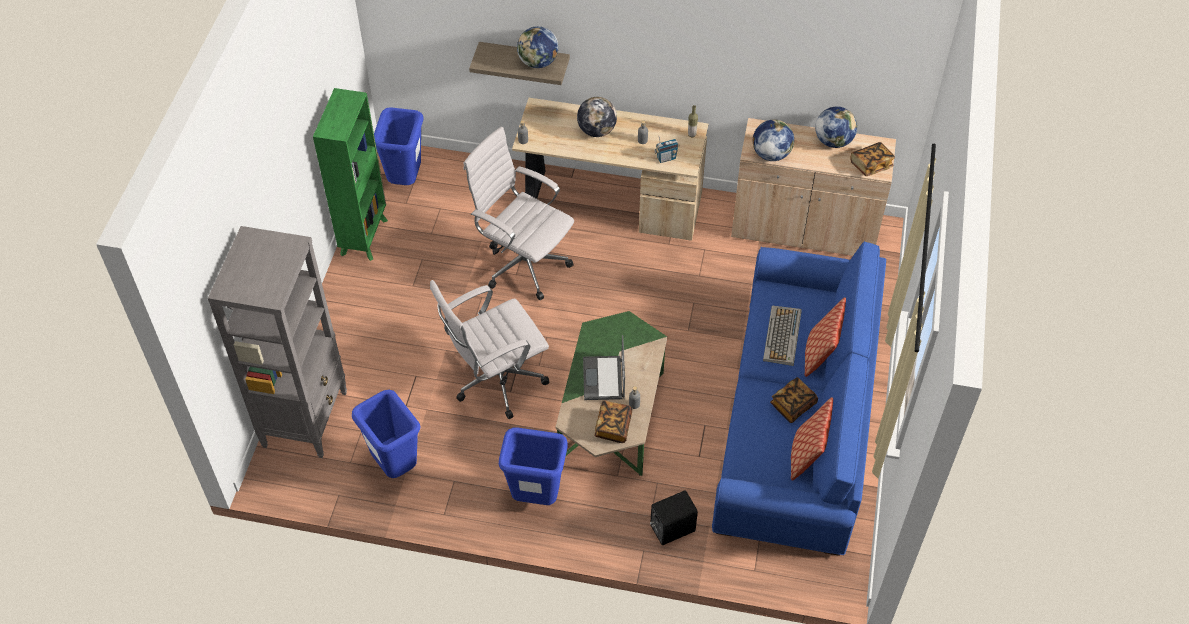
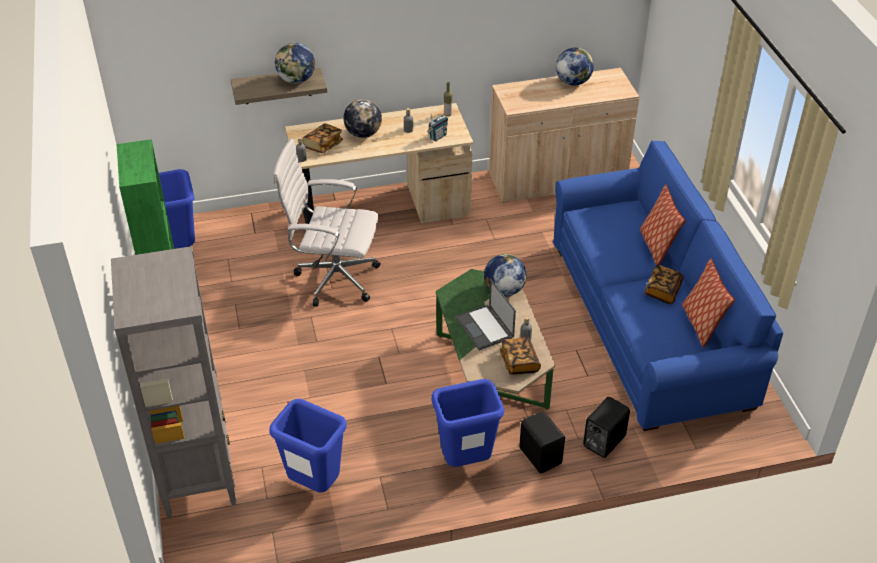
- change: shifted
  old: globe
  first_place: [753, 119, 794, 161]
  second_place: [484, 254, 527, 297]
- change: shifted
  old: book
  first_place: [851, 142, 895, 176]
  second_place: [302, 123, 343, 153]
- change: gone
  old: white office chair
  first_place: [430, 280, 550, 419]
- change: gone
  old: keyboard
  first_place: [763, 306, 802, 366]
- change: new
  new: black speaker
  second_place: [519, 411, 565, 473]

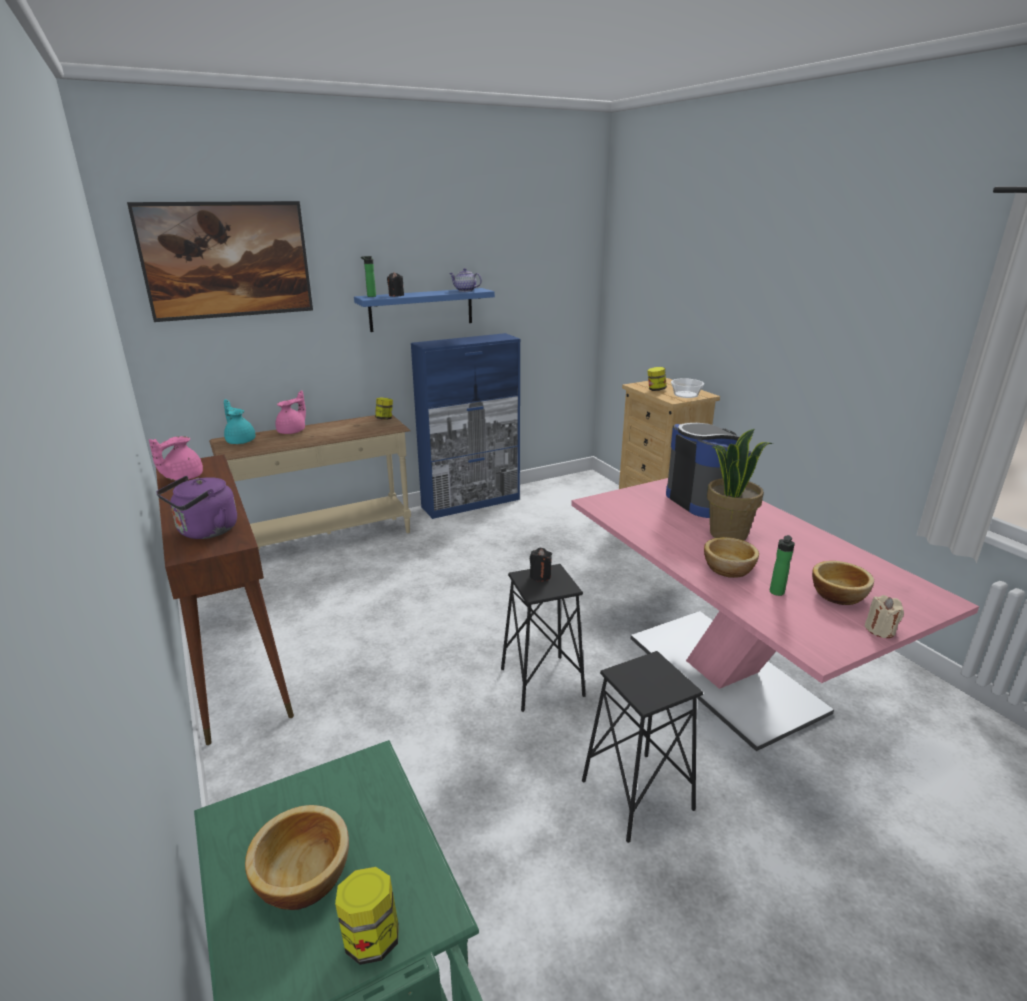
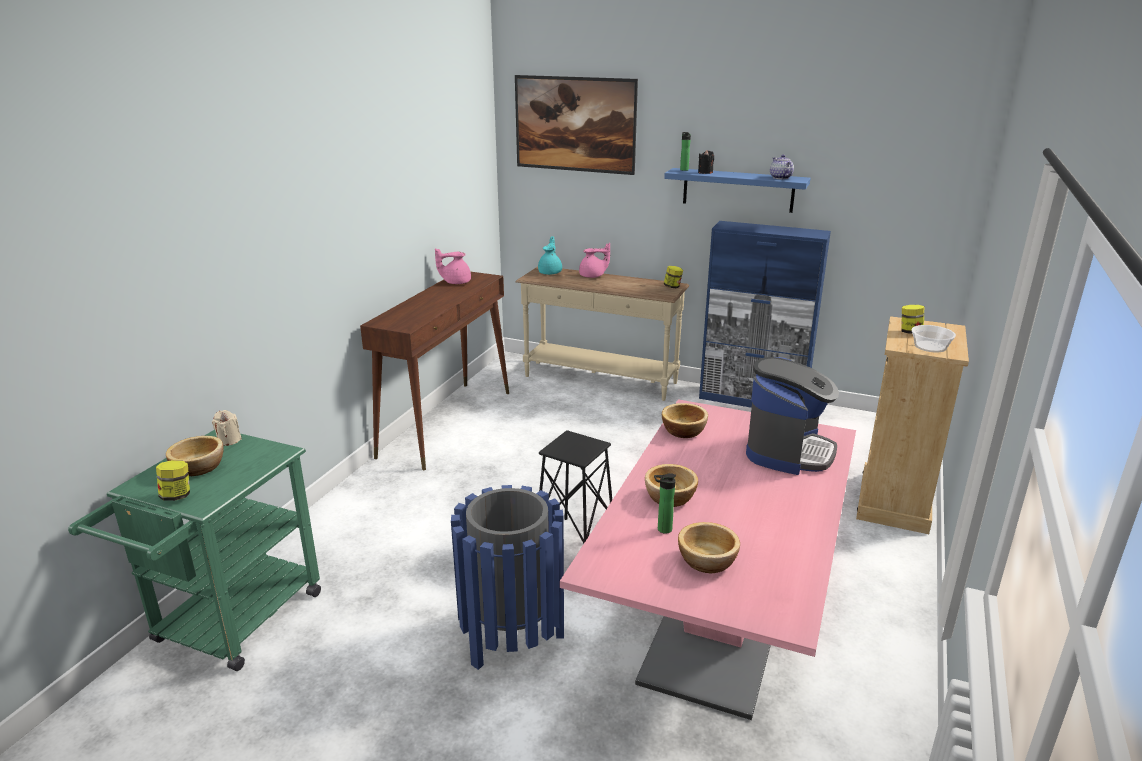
- change: gone
  old: potted plant
  first_place: [707, 429, 773, 541]
- change: gone
  old: purple kettle
  first_place: [156, 476, 237, 539]
- change: gone
  old: black candle
  first_place: [530, 548, 552, 582]
- change: shifted
  old: beige candle
  first_place: [865, 595, 904, 638]
  second_place: [212, 410, 242, 446]
- change: swapped
  old: black stool
  new: blue trash can
  first_place: [582, 651, 703, 843]
  second_place: [451, 485, 564, 670]
- change: new
  new: bowl
  second_place: [662, 403, 708, 438]

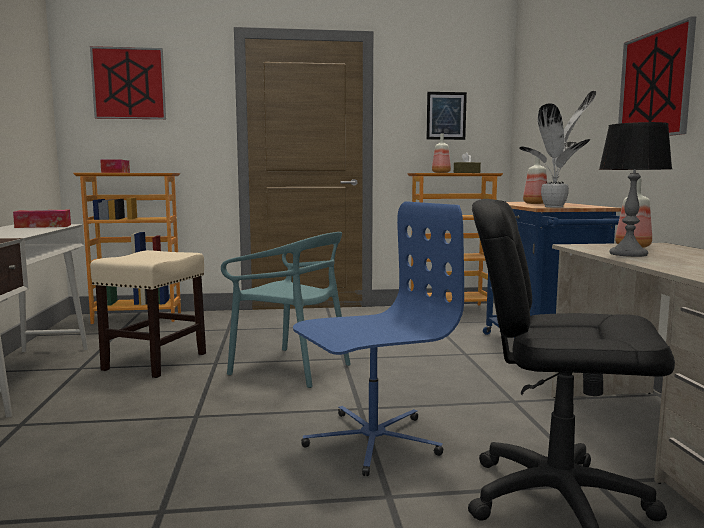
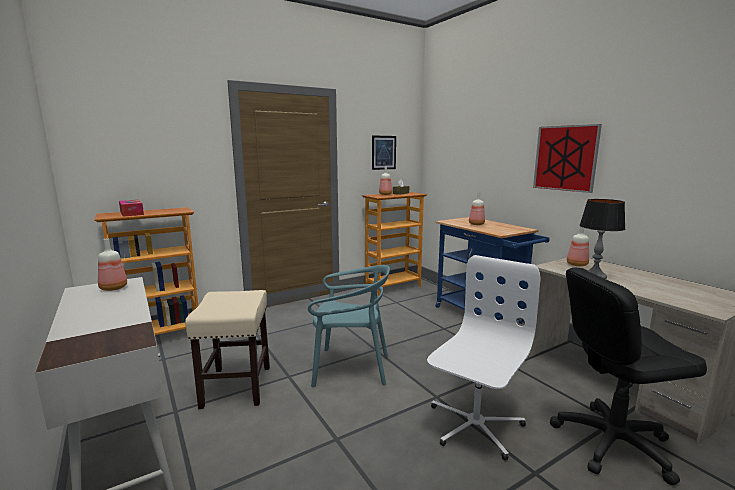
- change: gone
  old: picture
  first_place: [90, 46, 166, 119]
- change: gone
  old: potted plant
  first_place: [519, 91, 596, 208]
- change: repainted
  old: blue office chair
  new: white office chair
  first_place: [293, 201, 464, 476]
  second_place: [427, 255, 540, 460]
- change: swapped
  old: tissue box
  new: bottle
  first_place: [13, 210, 71, 228]
  second_place: [98, 238, 127, 291]

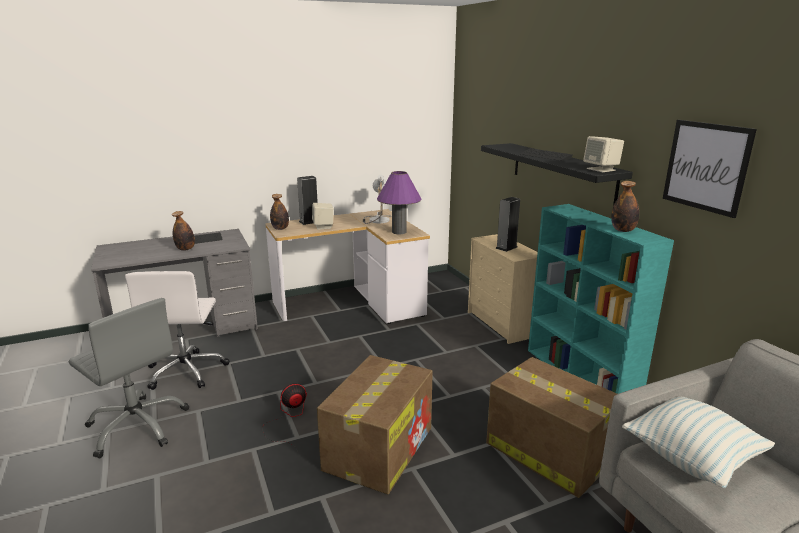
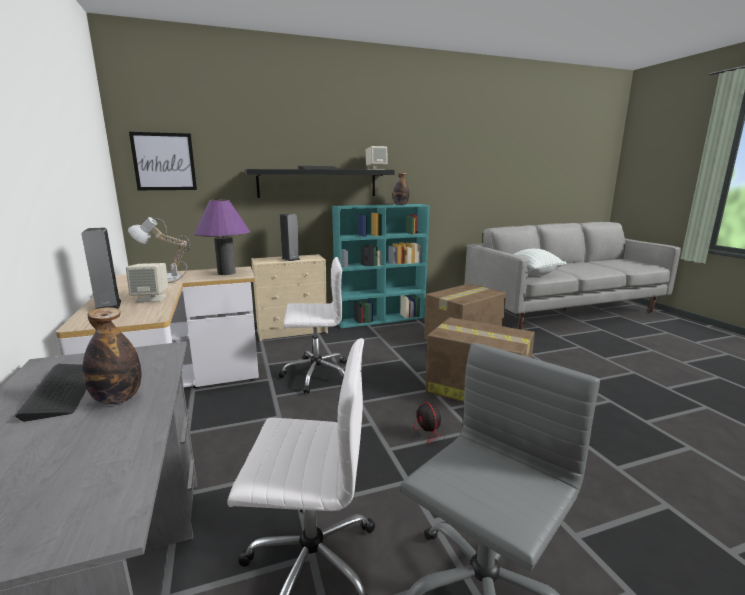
- change: shifted
  old: picture
  first_place: [663, 120, 757, 218]
  second_place: [129, 132, 197, 190]
- change: gone
  old: bottle
  first_place: [270, 194, 289, 230]
- change: new
  new: white office chair
  second_place: [278, 257, 347, 394]

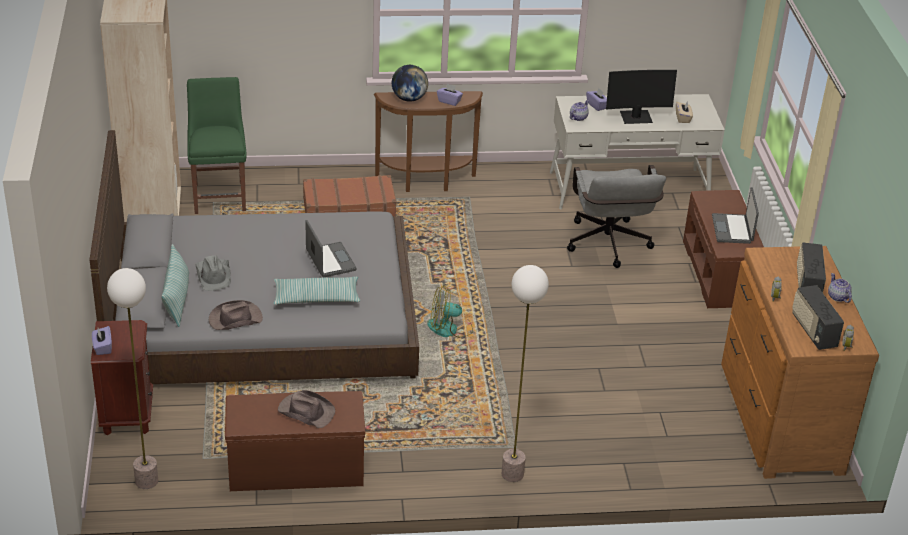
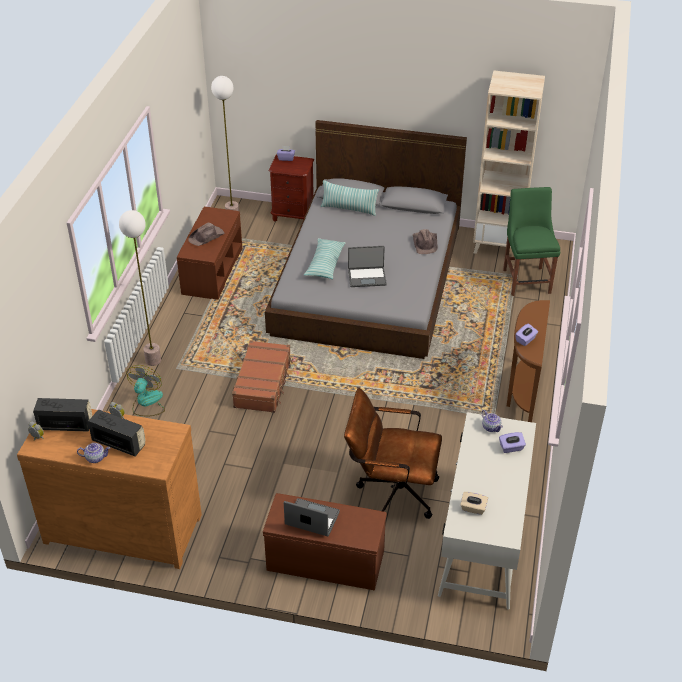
- change: gone
  old: globe
  first_place: [392, 65, 428, 102]
- change: gone
  old: monitor
  first_place: [606, 70, 677, 124]
- change: rotated
  old: green chair
  first_place: [187, 77, 246, 214]
  second_place: [503, 187, 560, 296]
  degrees: -105
- change: repainted
  old: grey office chair
  new: brown office chair
  first_place: [567, 165, 666, 268]
  second_place: [344, 388, 442, 519]
- change: shifted
  old: brown suitcase
  first_place: [303, 175, 397, 216]
  second_place: [232, 340, 293, 413]
- change: gone
  old: grey hat
  first_place: [196, 255, 231, 291]
- change: shifted
  old: fan
  first_place: [427, 285, 473, 338]
  second_place: [127, 365, 165, 417]
- change: shifted
  old: brown hat
  first_place: [209, 300, 263, 330]
  second_place: [413, 229, 437, 254]

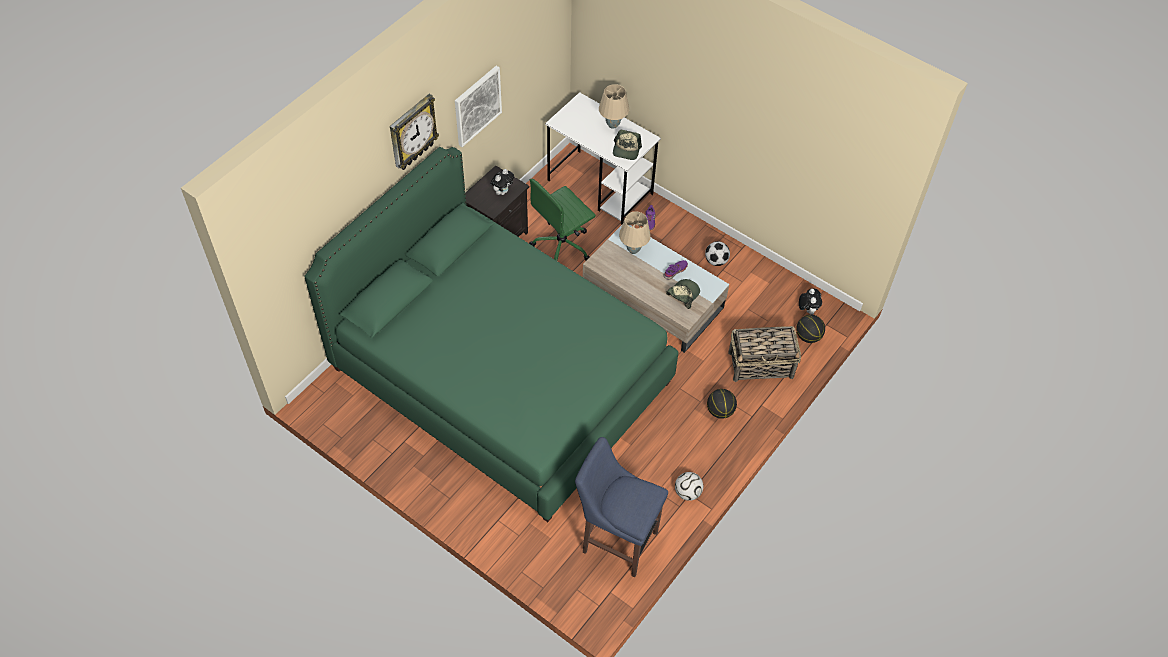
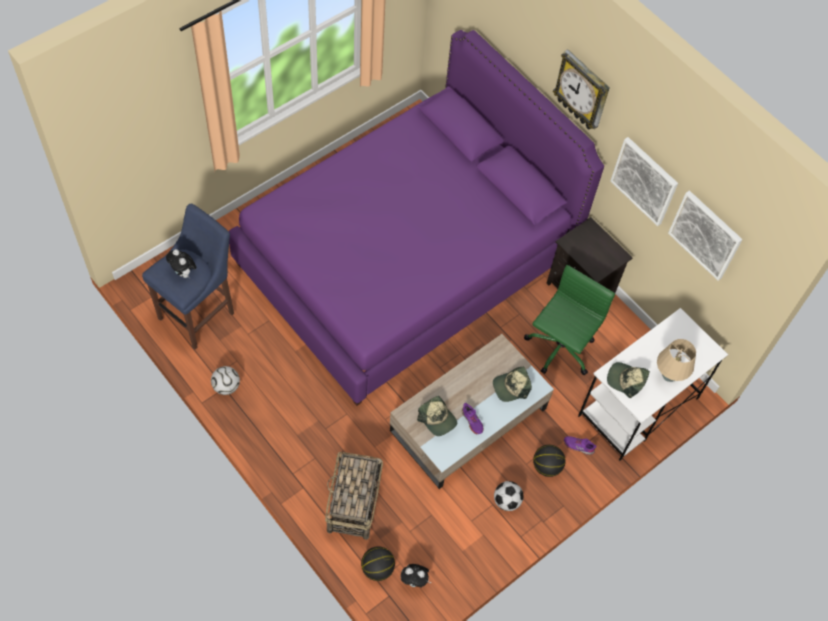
- change: repainted
  old: green bed
  new: purple bed
  first_place: [304, 147, 679, 522]
  second_place: [229, 30, 604, 406]
- change: shifted
  old: plush toy
  first_place: [491, 169, 514, 195]
  second_place: [166, 249, 196, 279]
- change: rotated
  old: green office chair
  first_place: [529, 179, 596, 261]
  second_place: [524, 265, 615, 375]
  degrees: 60
- change: swapped
  old: beige table lamp
  new: cap
  first_place: [619, 211, 651, 254]
  second_place: [493, 367, 532, 402]
- change: shifted
  old: basketball
  first_place: [707, 389, 737, 419]
  second_place: [533, 445, 566, 477]
- change: new
  new: picture
  second_place: [668, 190, 743, 281]

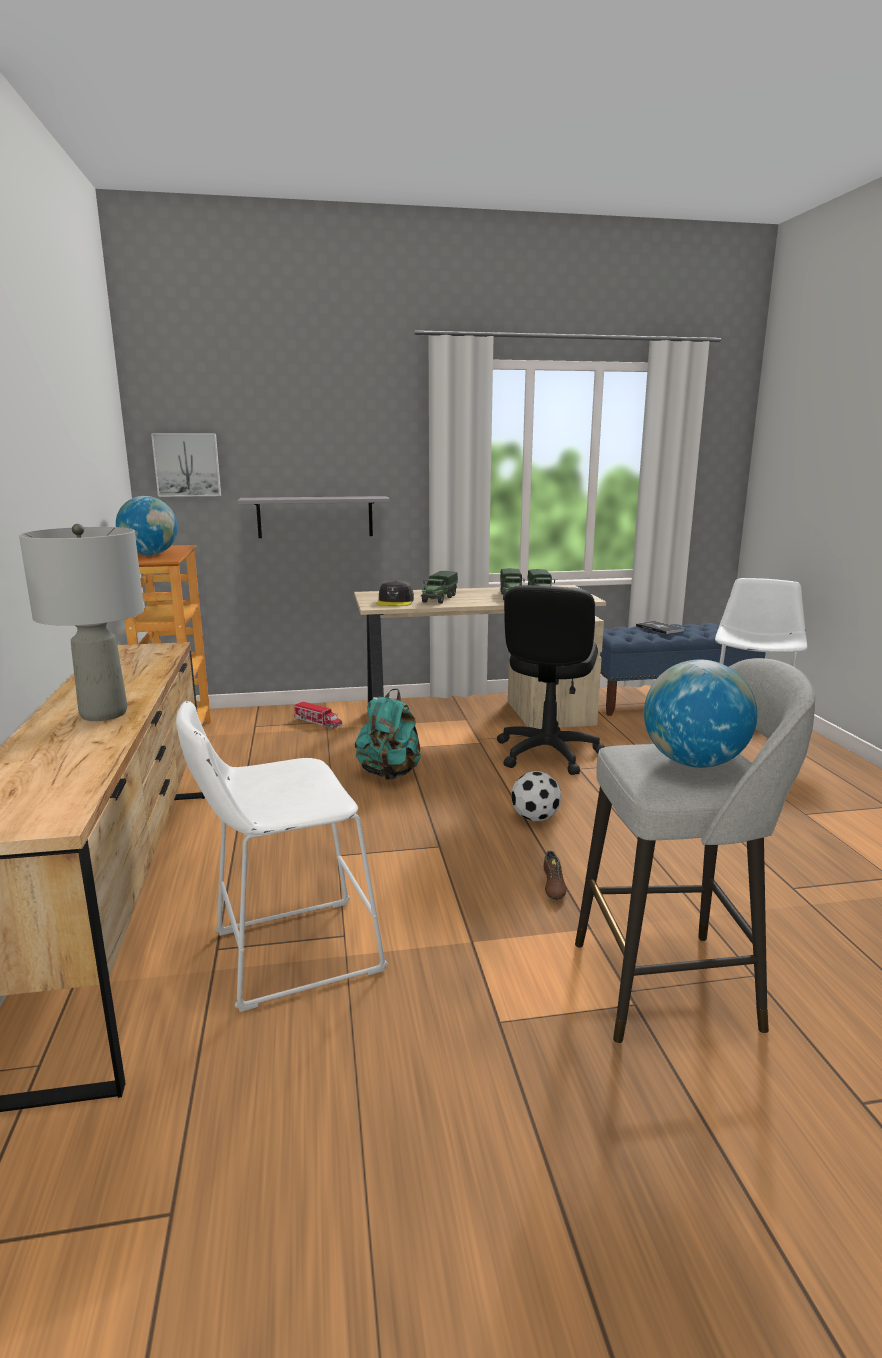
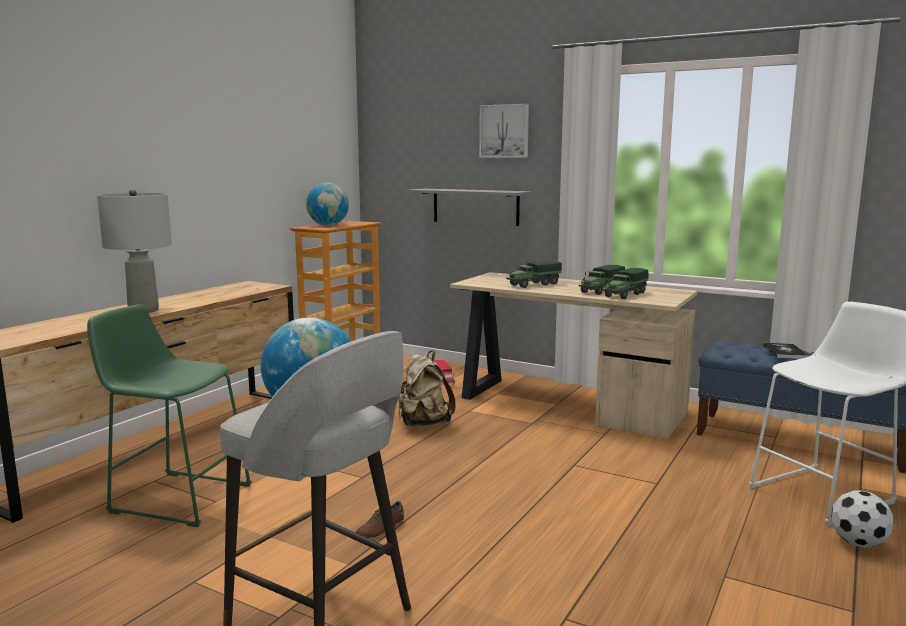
- change: shifted
  old: picture
  first_place: [151, 433, 221, 497]
  second_place: [479, 104, 529, 157]
- change: gone
  old: grey cap
  first_place: [376, 580, 414, 606]
- change: gone
  old: black office chair
  first_place: [497, 585, 605, 775]
- change: repainted
  old: turquoise backpack
  new: beige backpack
  first_place: [355, 688, 421, 780]
  second_place: [398, 350, 456, 427]
- change: repainted
  old: white stool
  new: green stool
  first_place: [176, 701, 388, 1012]
  second_place: [87, 304, 252, 527]
- change: shifted
  old: football
  first_place: [511, 771, 561, 821]
  second_place: [831, 490, 894, 547]

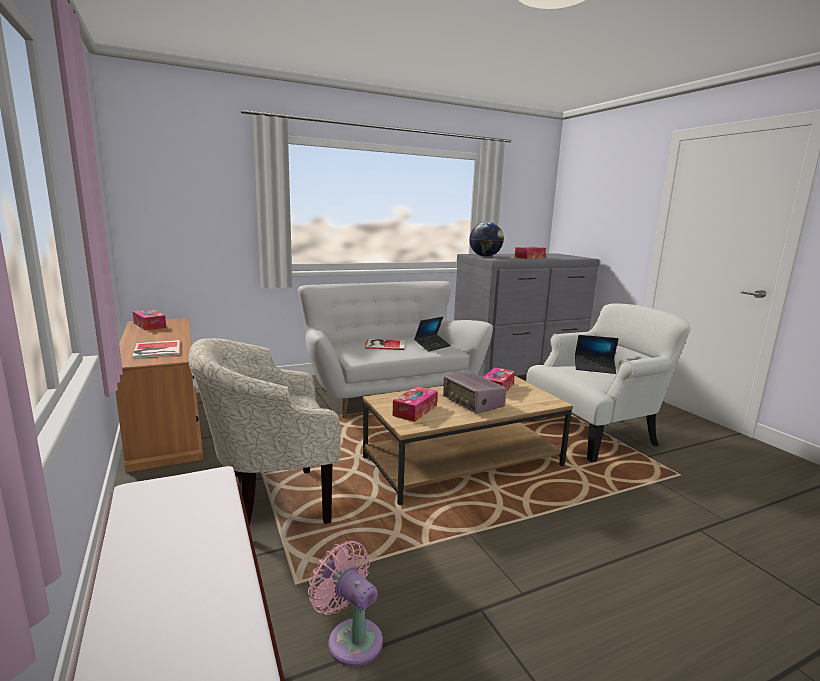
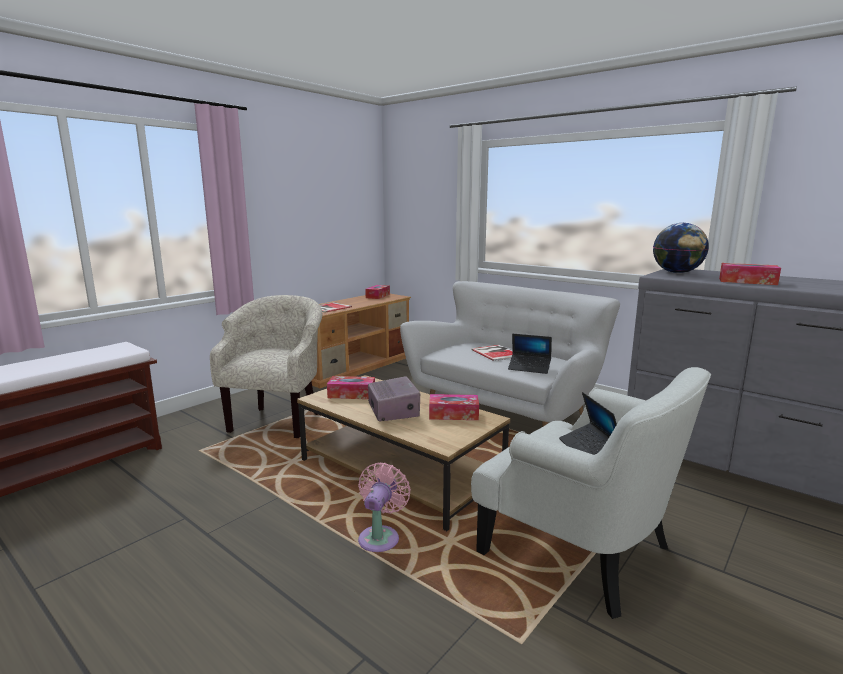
- change: rotated
  old: beige armchair
  first_place: [188, 338, 341, 526]
  second_place: [210, 295, 322, 438]
  degrees: 60
- change: rotated
  old: radio
  first_place: [443, 373, 506, 414]
  second_place: [368, 376, 420, 421]
  degrees: 135
- change: shifted
  old: pink fan
  first_place: [308, 541, 383, 667]
  second_place: [358, 463, 411, 552]

